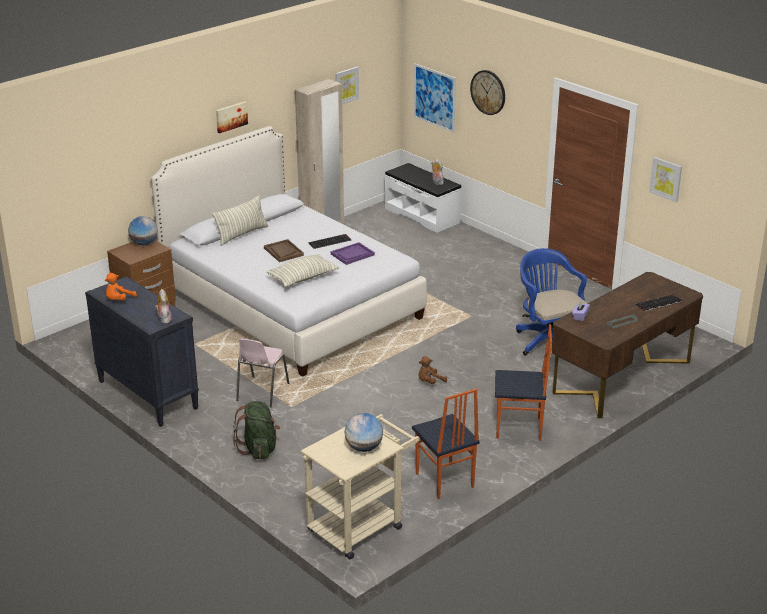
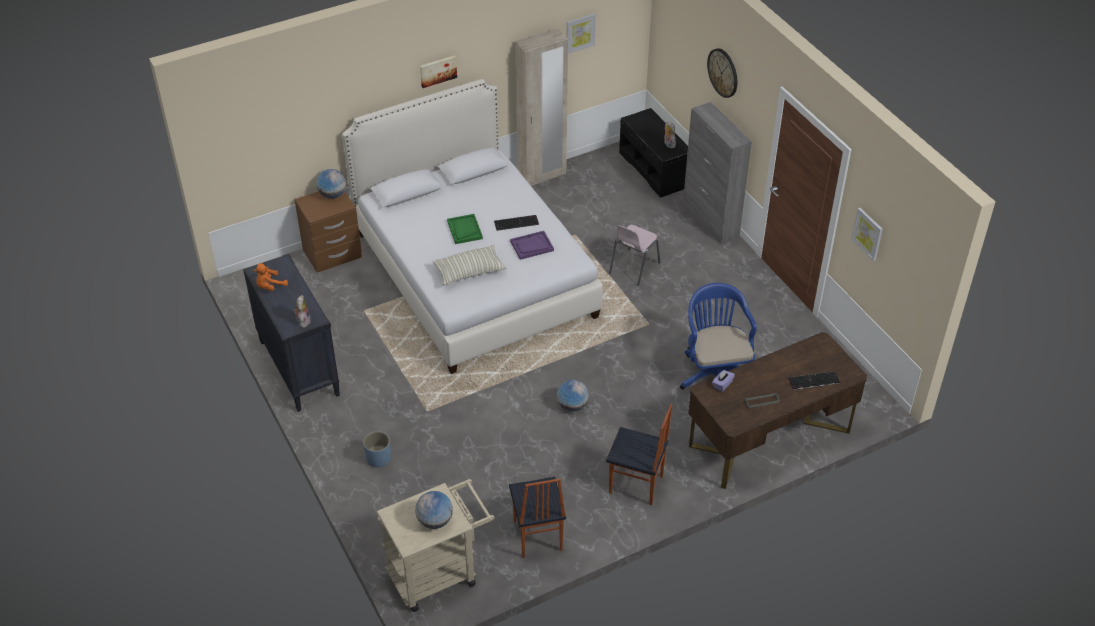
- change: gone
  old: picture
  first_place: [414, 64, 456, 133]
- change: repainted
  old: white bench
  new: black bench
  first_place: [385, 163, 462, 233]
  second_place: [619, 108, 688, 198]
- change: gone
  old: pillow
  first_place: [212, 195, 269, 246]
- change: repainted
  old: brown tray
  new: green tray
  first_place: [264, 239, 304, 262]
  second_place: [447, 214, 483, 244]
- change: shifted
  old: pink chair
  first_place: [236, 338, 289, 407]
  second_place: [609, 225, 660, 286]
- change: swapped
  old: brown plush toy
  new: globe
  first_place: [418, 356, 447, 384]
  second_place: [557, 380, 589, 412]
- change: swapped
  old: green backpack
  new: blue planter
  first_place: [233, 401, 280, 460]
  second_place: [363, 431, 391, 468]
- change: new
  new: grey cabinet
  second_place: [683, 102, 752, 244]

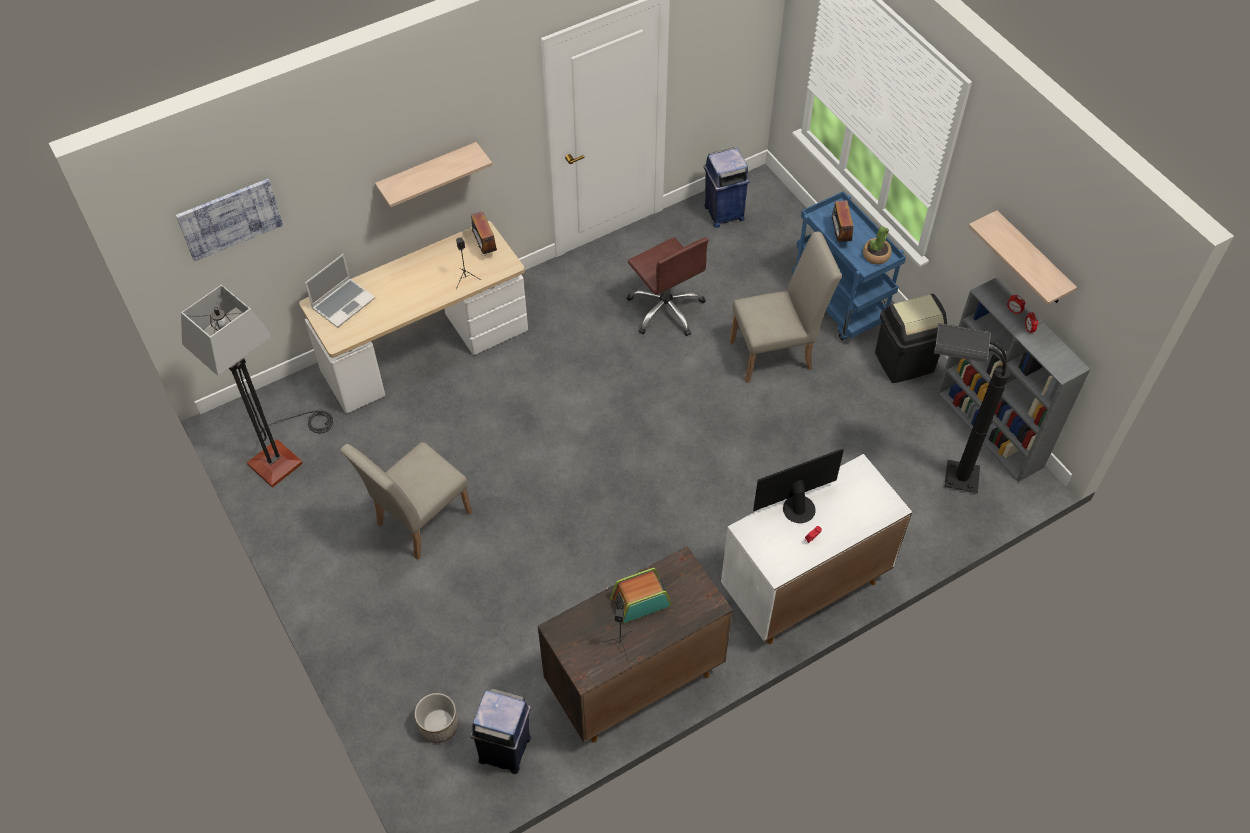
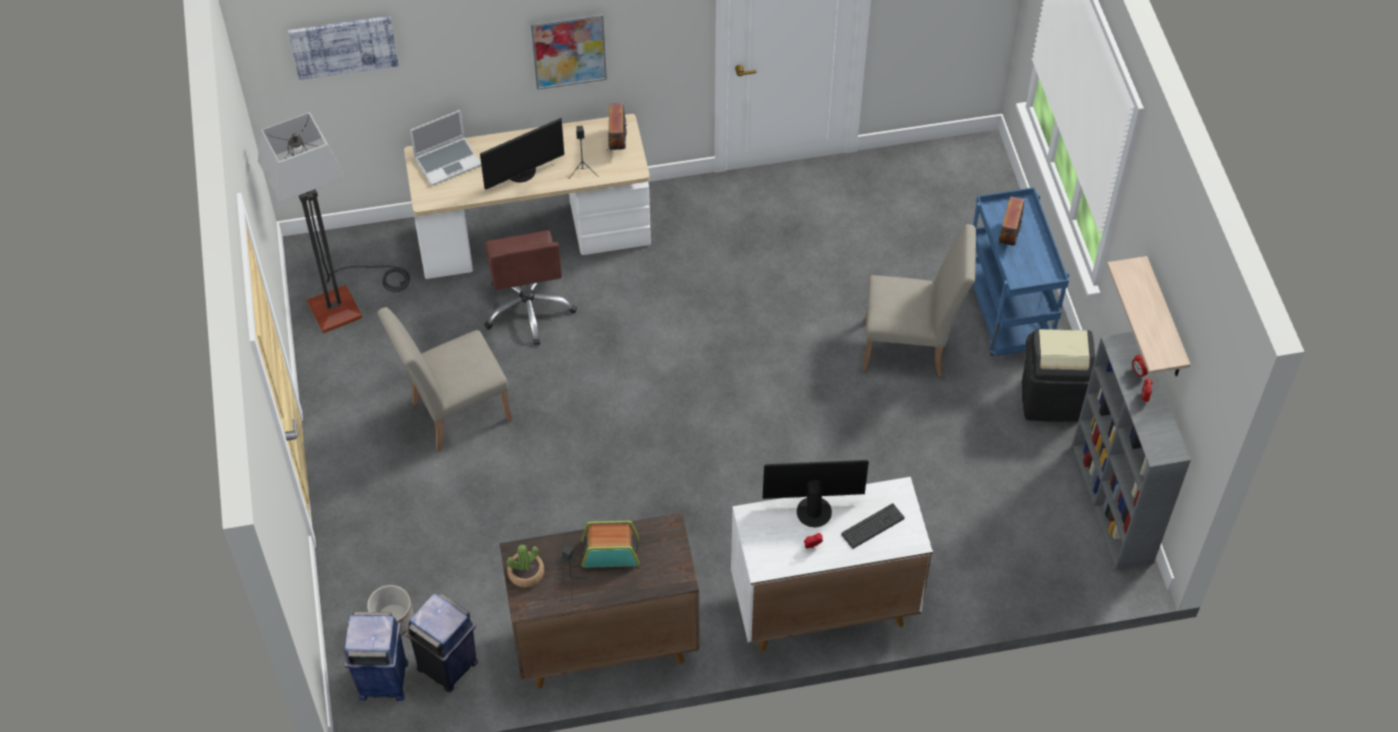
- change: swapped
  old: shelf
  new: picture
  first_place: [375, 142, 492, 207]
  second_place: [531, 13, 607, 90]
- change: shifted
  old: blue trash can
  first_place: [704, 148, 750, 228]
  second_place: [344, 612, 408, 701]
- change: shifted
  old: potted plant
  first_place: [863, 226, 891, 264]
  second_place: [507, 544, 544, 587]
- change: shifted
  old: brown office chair
  first_place: [627, 237, 709, 336]
  second_place: [484, 230, 577, 346]
- change: gone
  old: black floor lamp
  first_place: [934, 323, 1010, 493]
- change: new
  new: monitor
  second_place: [480, 117, 564, 190]
- change: new
  new: keyboard
  second_place: [841, 503, 905, 549]

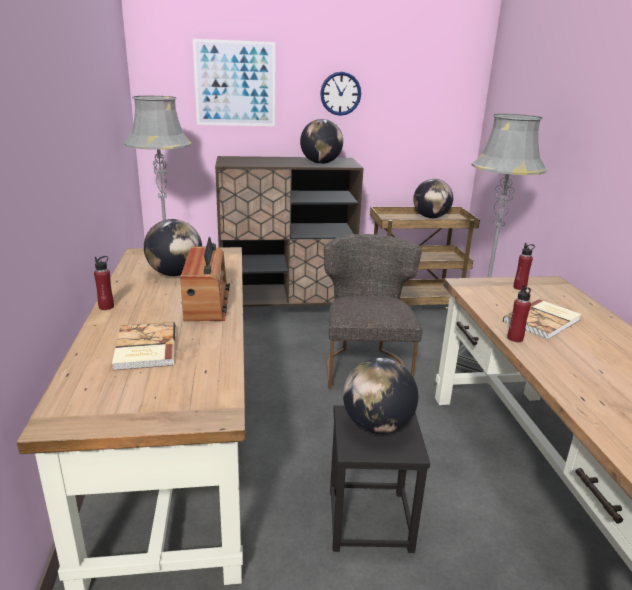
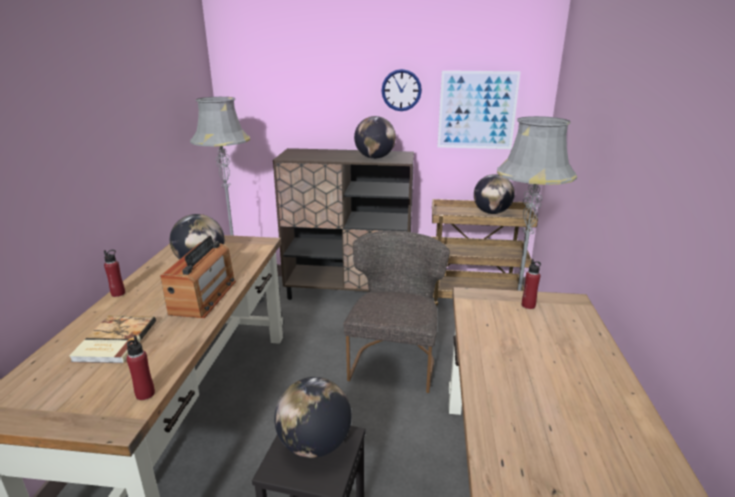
- change: shifted
  old: picture
  first_place: [193, 39, 275, 126]
  second_place: [437, 71, 521, 149]
- change: shifted
  old: red bottle
  first_place: [507, 285, 531, 342]
  second_place: [127, 336, 155, 400]
- change: gone
  old: book
  first_place: [503, 299, 582, 340]

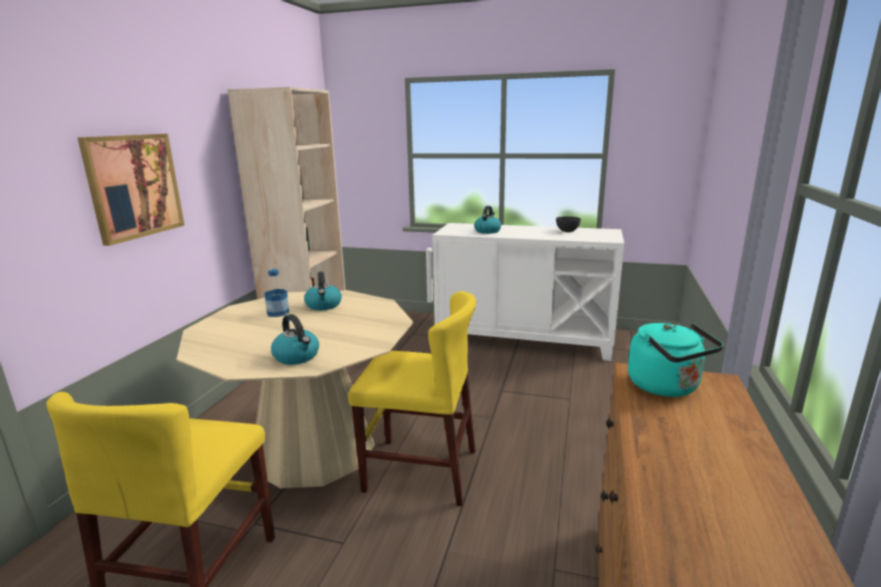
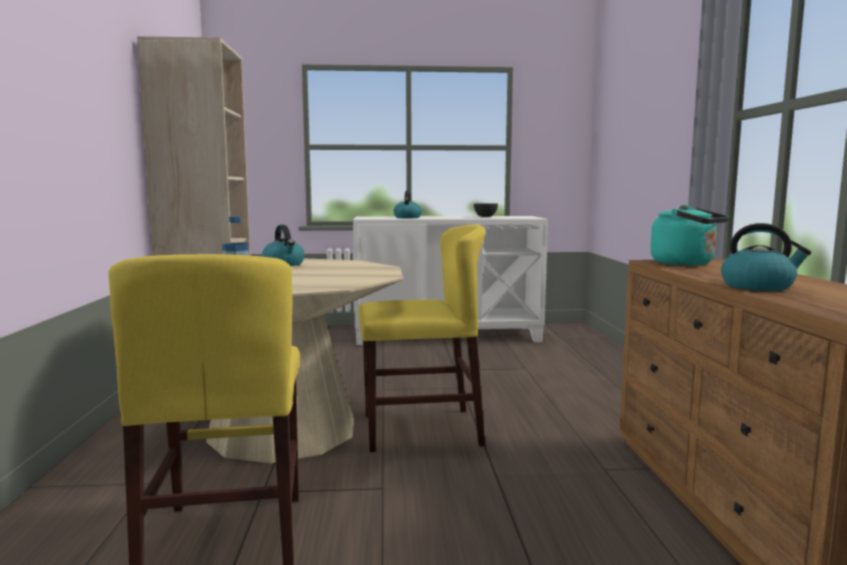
- change: gone
  old: picture
  first_place: [78, 134, 185, 246]
- change: shifted
  old: kettle
  first_place: [271, 314, 319, 365]
  second_place: [721, 223, 812, 291]

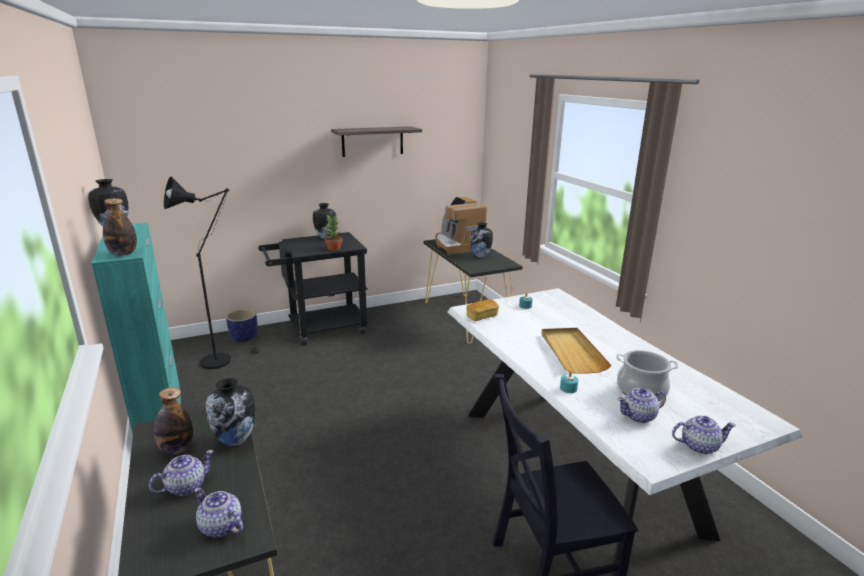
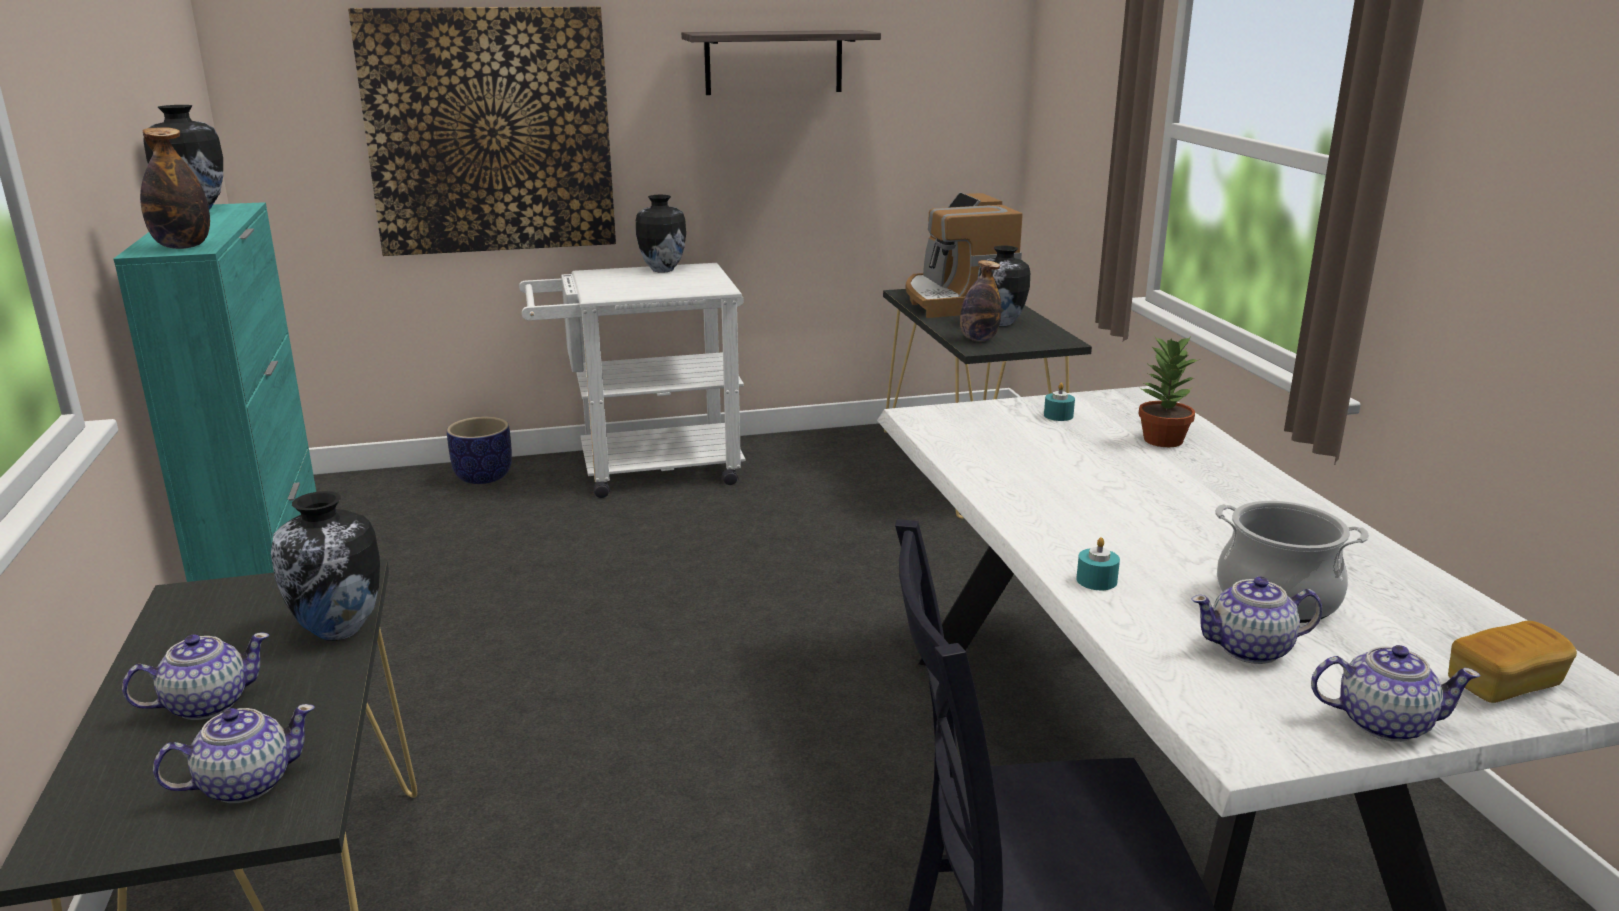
- change: gone
  old: black floor lamp
  first_place: [164, 177, 262, 369]
- change: shifted
  old: potted plant
  first_place: [325, 215, 342, 251]
  second_place: [1138, 336, 1200, 447]
- change: repainted
  old: black cart
  new: white cart
  first_place: [258, 232, 369, 345]
  second_place: [519, 263, 746, 498]
- change: shifted
  old: bread
  first_place: [466, 299, 499, 321]
  second_place: [1448, 621, 1577, 703]
- change: gone
  old: beige tray
  first_place: [541, 328, 611, 374]
- change: shifted
  old: bottle
  first_place: [154, 388, 193, 454]
  second_place: [960, 260, 1001, 341]
- change: rotated
  old: teapot
  first_place: [194, 488, 243, 537]
  second_place: [153, 704, 315, 803]
  degrees: 105
- change: new
  new: picture
  second_place: [348, 6, 616, 256]

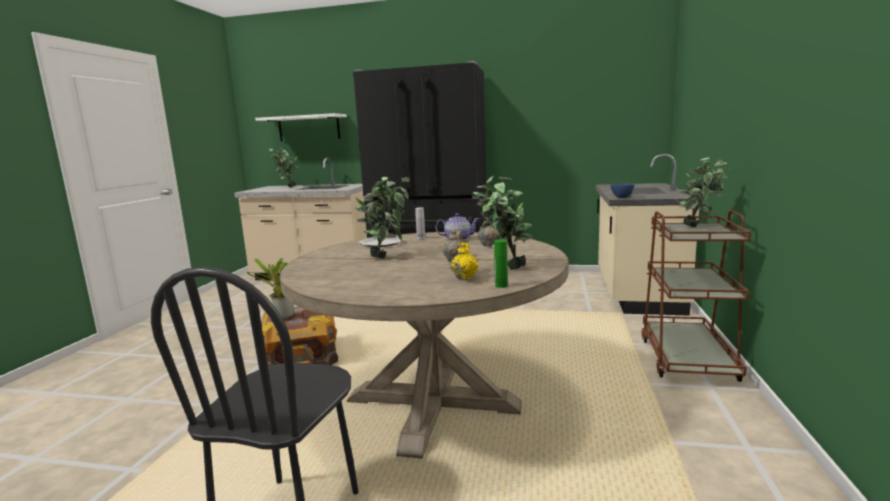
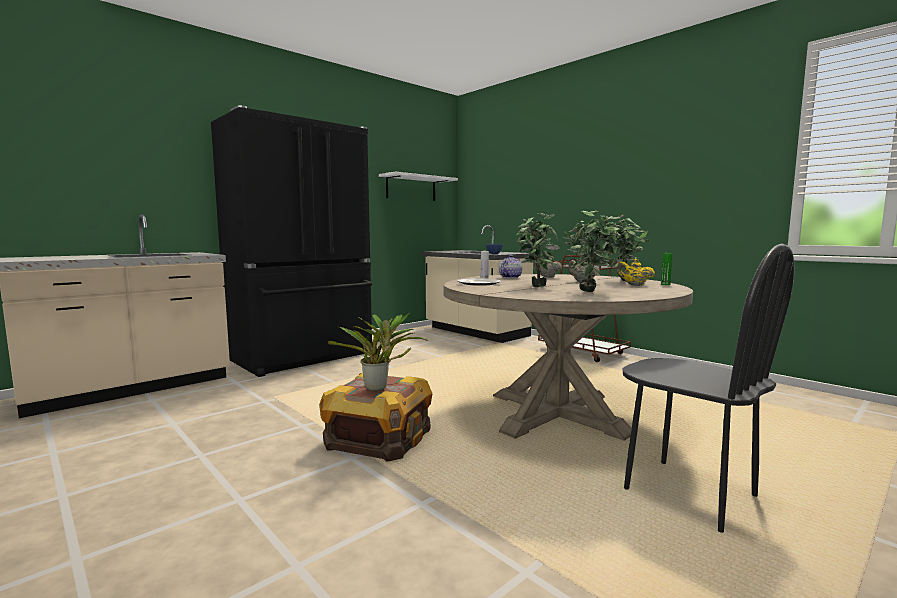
- change: shifted
  old: white shelf
  first_place: [255, 113, 347, 142]
  second_place: [379, 172, 458, 201]
- change: shifted
  old: potted plant
  first_place: [269, 148, 299, 187]
  second_place: [569, 211, 621, 292]

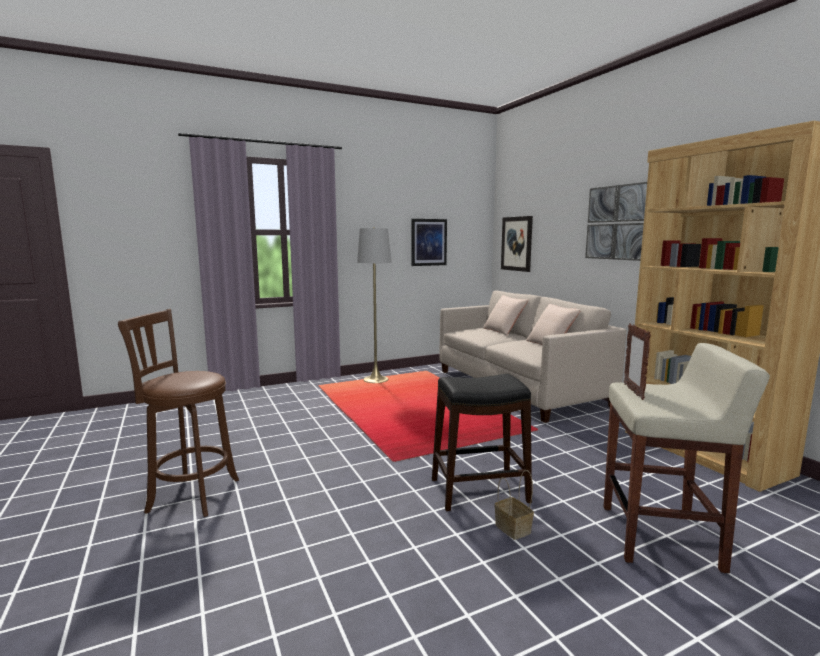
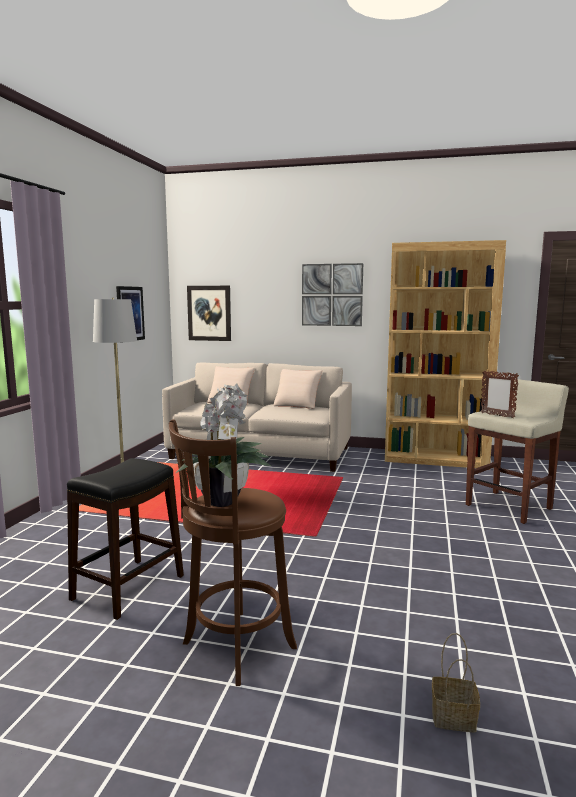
- change: shifted
  old: black stool
  first_place: [432, 374, 532, 511]
  second_place: [67, 458, 184, 620]
- change: shifted
  old: basket
  first_place: [495, 470, 534, 540]
  second_place: [432, 633, 480, 733]
- change: new
  new: potted plant
  second_place: [175, 384, 271, 507]

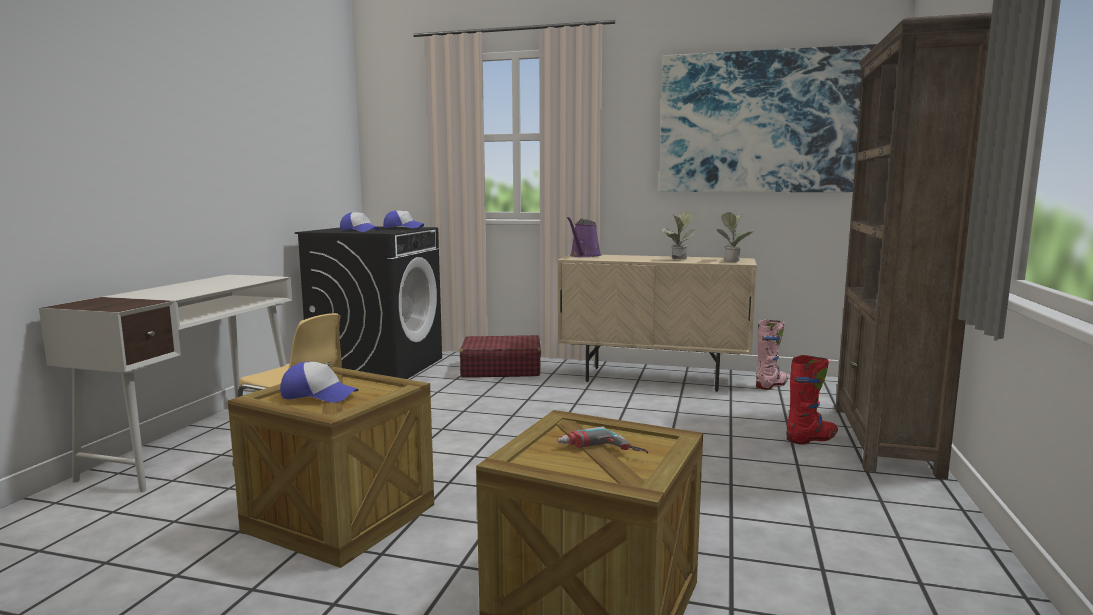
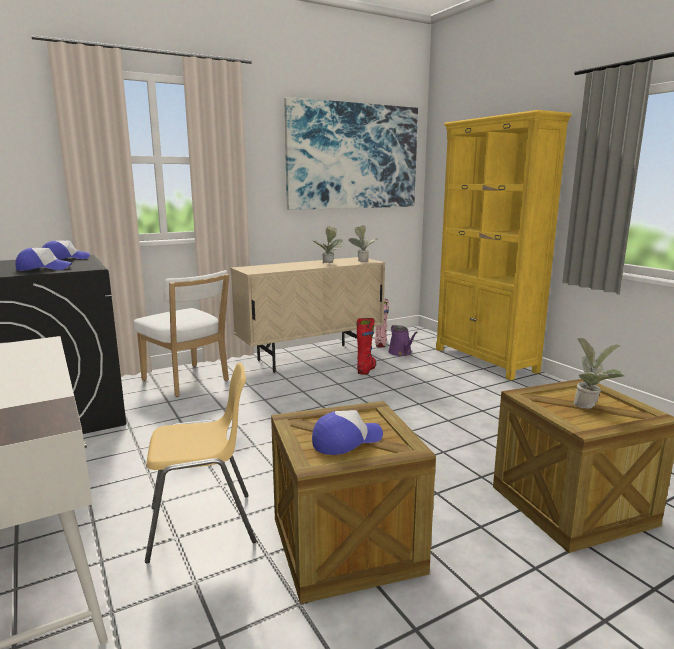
- change: repainted
  old: brown bookcase
  new: yellow bookcase
  first_place: [835, 13, 992, 479]
  second_place: [436, 110, 572, 380]
- change: shifted
  old: purple watering can
  first_place: [567, 217, 601, 257]
  second_place: [388, 325, 418, 356]
- change: swapped
  old: red suitcase
  new: white chair
  first_place: [460, 335, 541, 378]
  second_place: [134, 270, 229, 397]
- change: shifted
  old: red boot
  first_place: [787, 355, 838, 445]
  second_place: [356, 318, 376, 375]
- change: swapped
  old: power drill
  new: potted plant
  first_place: [557, 426, 649, 453]
  second_place: [574, 338, 624, 409]

